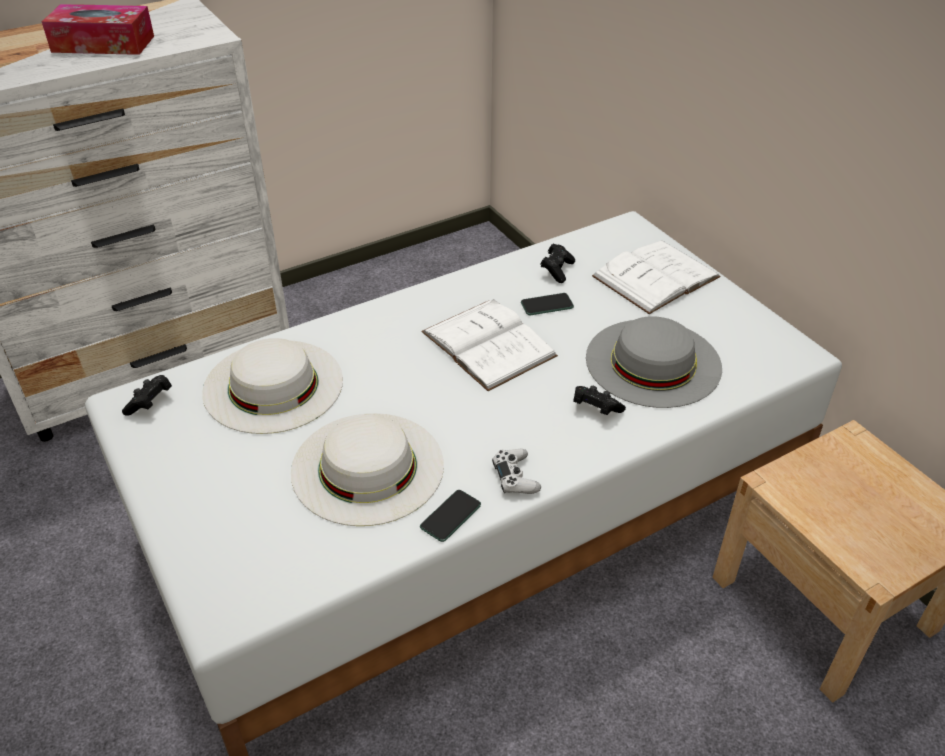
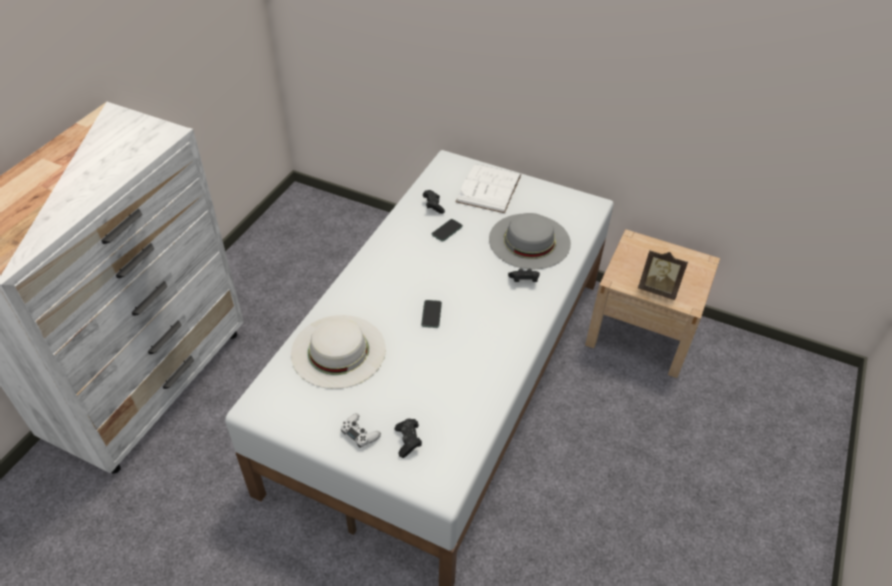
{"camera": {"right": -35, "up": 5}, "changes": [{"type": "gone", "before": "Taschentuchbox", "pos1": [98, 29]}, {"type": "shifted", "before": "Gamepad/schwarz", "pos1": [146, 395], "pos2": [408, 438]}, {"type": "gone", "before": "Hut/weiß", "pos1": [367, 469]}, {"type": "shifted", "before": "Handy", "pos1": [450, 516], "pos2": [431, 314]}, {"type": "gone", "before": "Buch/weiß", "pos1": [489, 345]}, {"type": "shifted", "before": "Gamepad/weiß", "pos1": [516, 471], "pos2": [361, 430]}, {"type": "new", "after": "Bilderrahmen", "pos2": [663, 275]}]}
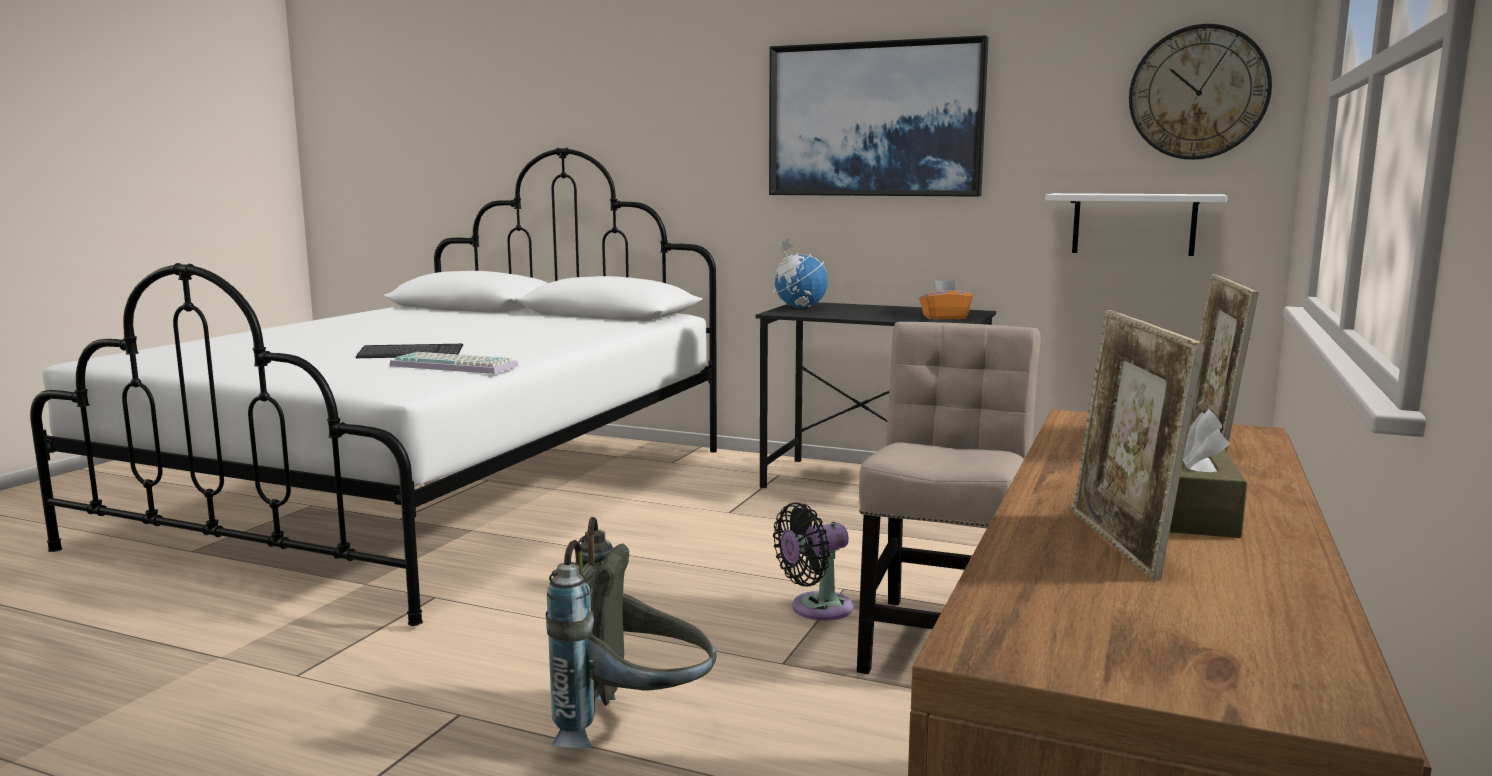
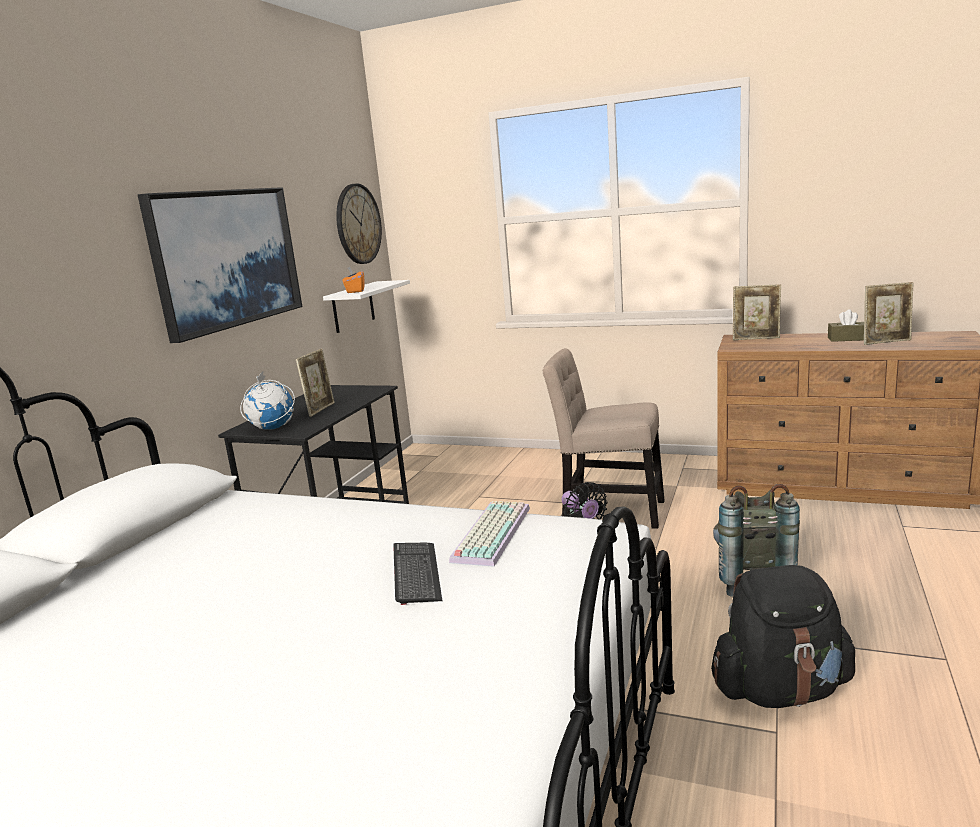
{"camera": {"right": -90, "up": 5}, "changes": [{"type": "shifted", "before": "Taschentuchbox/orange", "pos1": [946, 299], "pos2": [353, 279]}, {"type": "new", "after": "Bilderrahmen", "pos2": [315, 383]}, {"type": "new", "after": "Rucksack/schwarz", "pos2": [783, 636]}]}
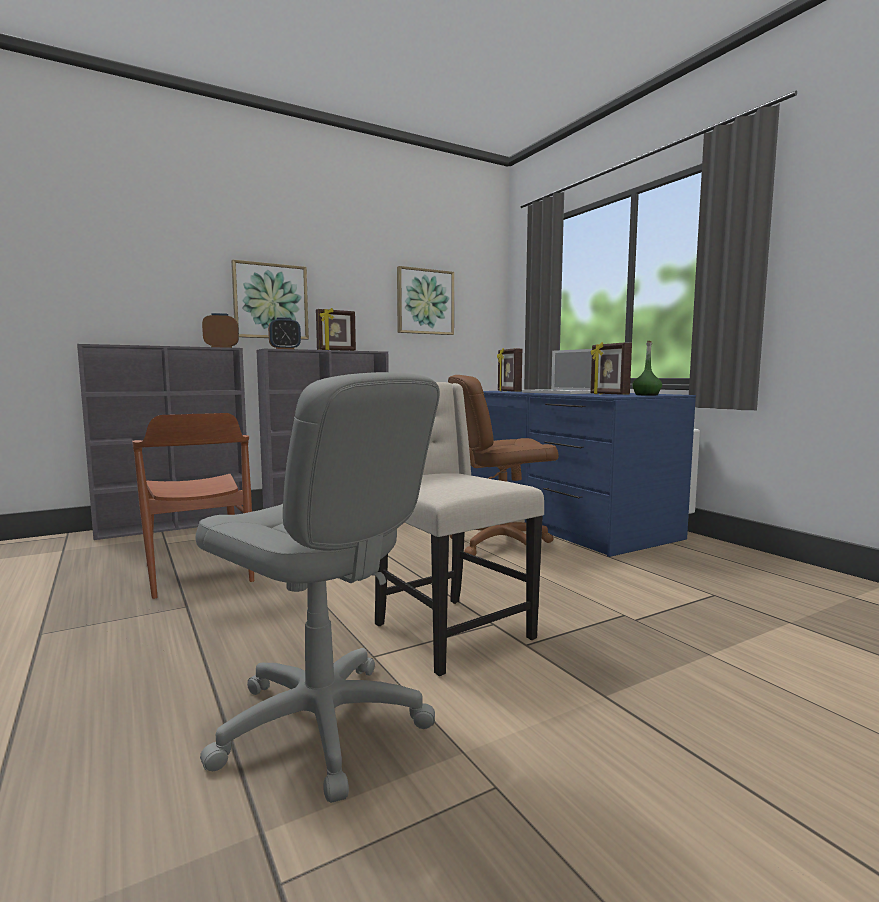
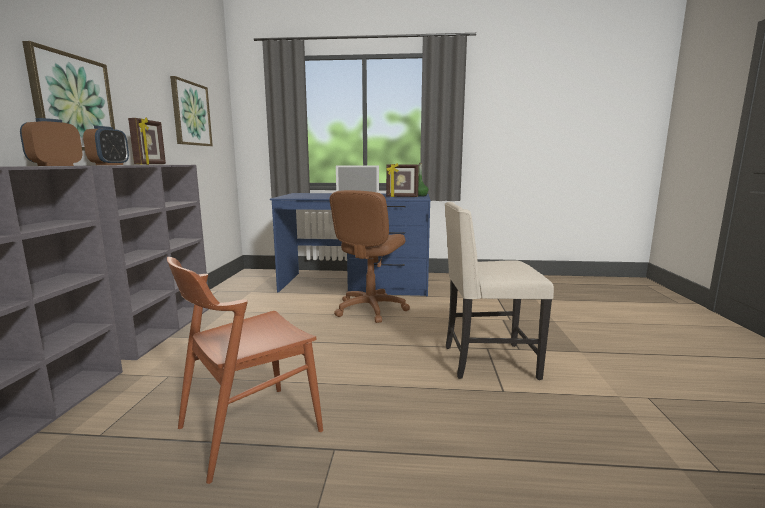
{"camera": {"right": -55, "up": 5}, "changes": [{"type": "rotated", "before": "Stuhl/braun", "pos1": [193, 506], "pos2": [245, 370], "turn": 135}, {"type": "gone", "before": "Bürostuhl/grau", "pos1": [318, 587]}, {"type": "gone", "before": "Bilderrahmen", "pos1": [509, 370]}]}
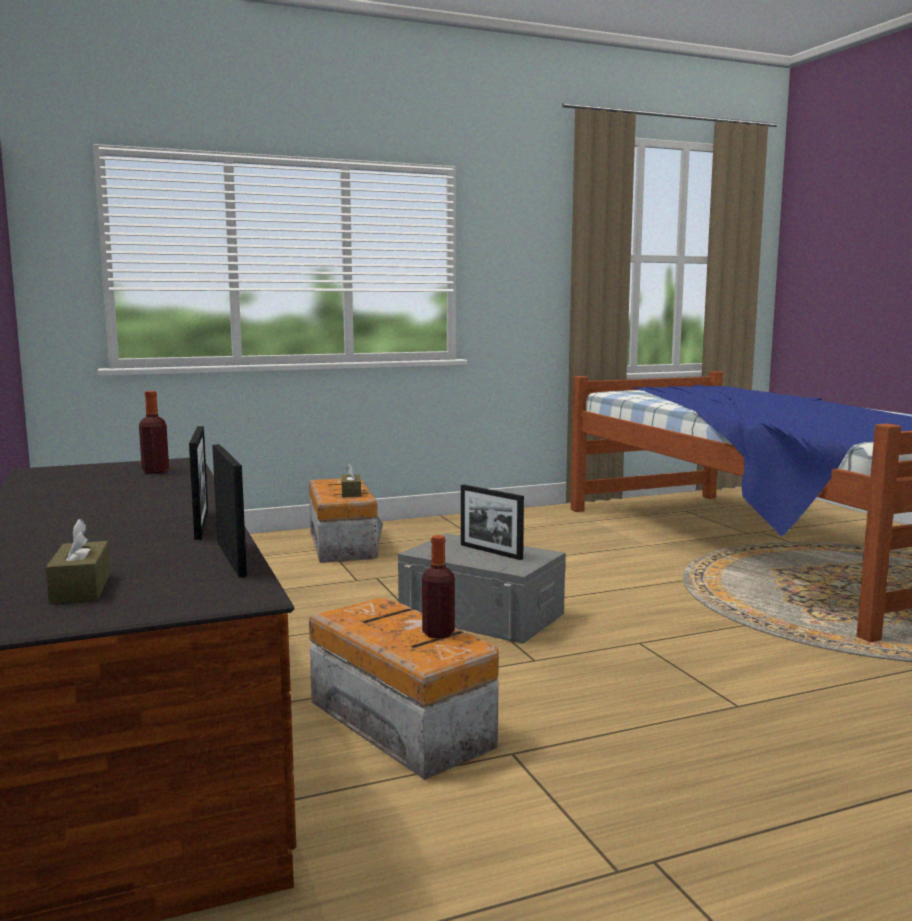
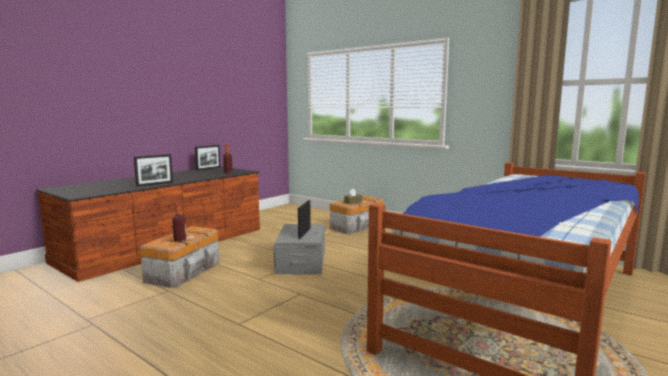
{"camera": {"right": 60, "up": 0}, "changes": [{"type": "gone", "before": "Taschentuchbox/braun", "pos1": [77, 561]}, {"type": "shifted", "before": "Bilderrahmen", "pos1": [229, 510], "pos2": [208, 158]}]}
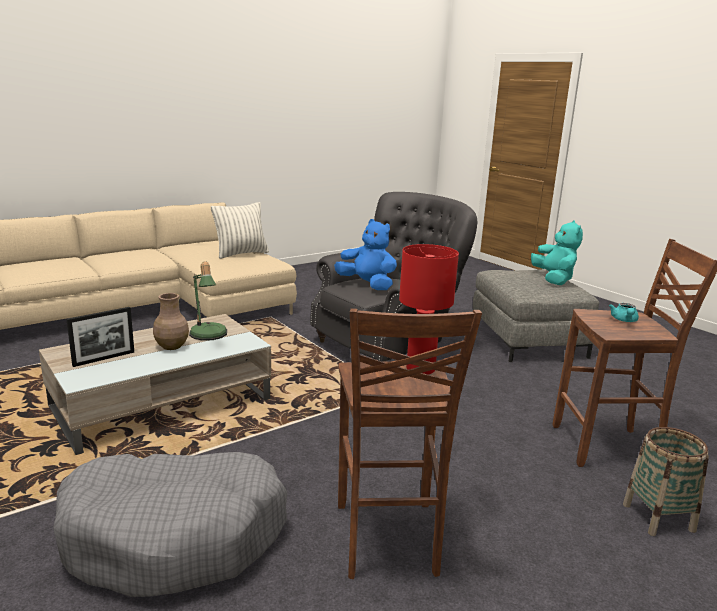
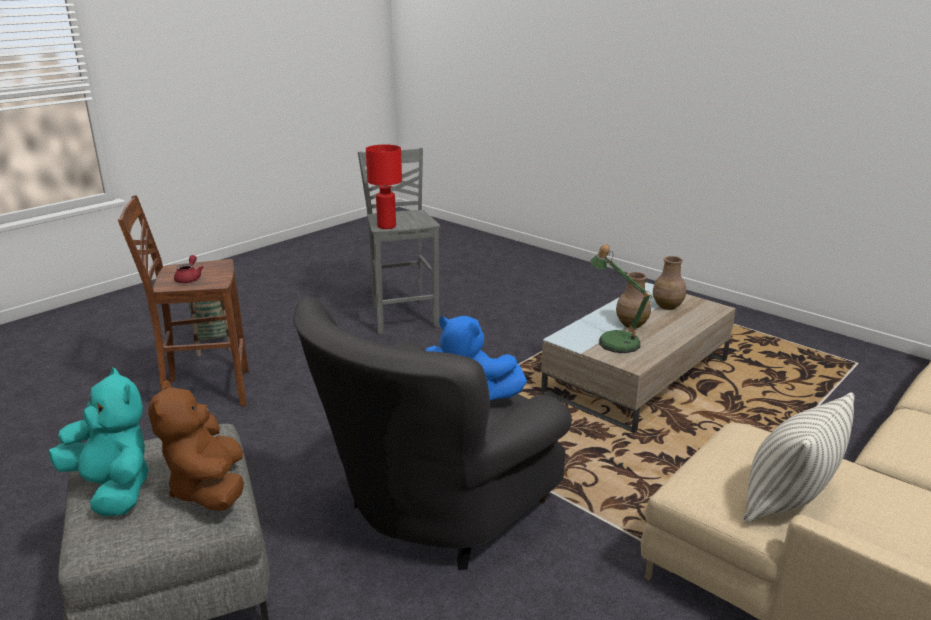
{"camera": {"right": 170, "up": 5}, "changes": [{"type": "gone", "before": "Hundebett/grau", "pos1": [170, 524]}, {"type": "swapped", "before": "Bilderrahmen", "after": "Vase/braun", "pos1": [100, 337], "pos2": [669, 283]}, {"type": "repainted", "before": "Hocker/braun", "after": "Hocker/grau", "pos1": [410, 443], "pos2": [399, 241]}, {"type": "rotated", "before": "Plüschtier/türkis", "pos1": [557, 252], "pos2": [99, 442], "turn": 150}, {"type": "repainted", "before": "Teekanne/türkis", "after": "Teekanne/rot", "pos1": [624, 312], "pos2": [188, 269]}, {"type": "new", "after": "Plüschtier/braun", "pos2": [196, 445]}]}
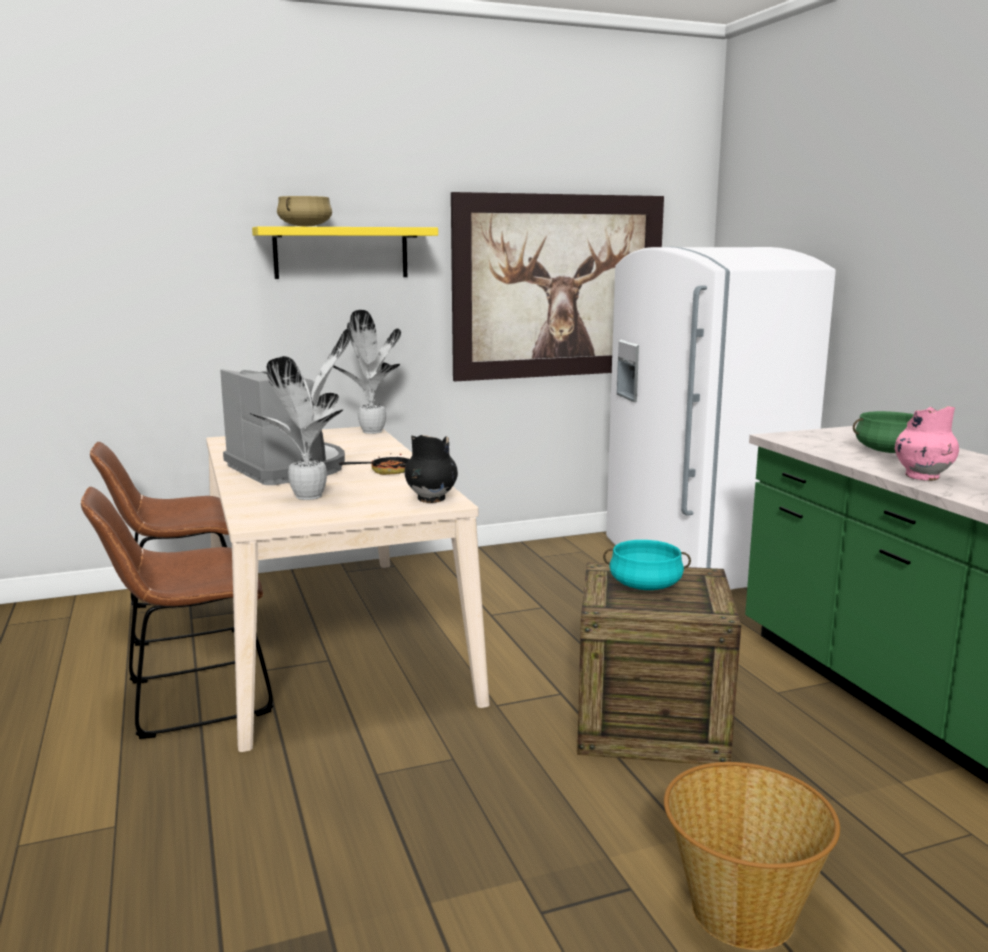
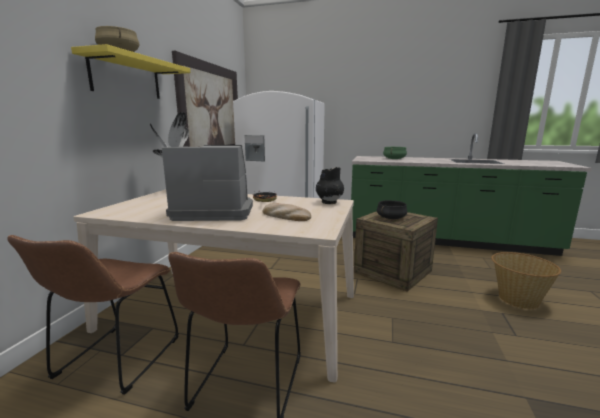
{"camera": {"right": -55, "up": 0}, "changes": [{"type": "swapped", "before": "Topfpflanze", "after": "Brot", "pos1": [300, 414], "pos2": [287, 212]}, {"type": "repainted", "before": "Kochtopf/türkis", "after": "Kochtopf/schwarz", "pos1": [647, 565], "pos2": [392, 209]}, {"type": "gone", "before": "Vase/rosa", "pos1": [927, 443]}]}
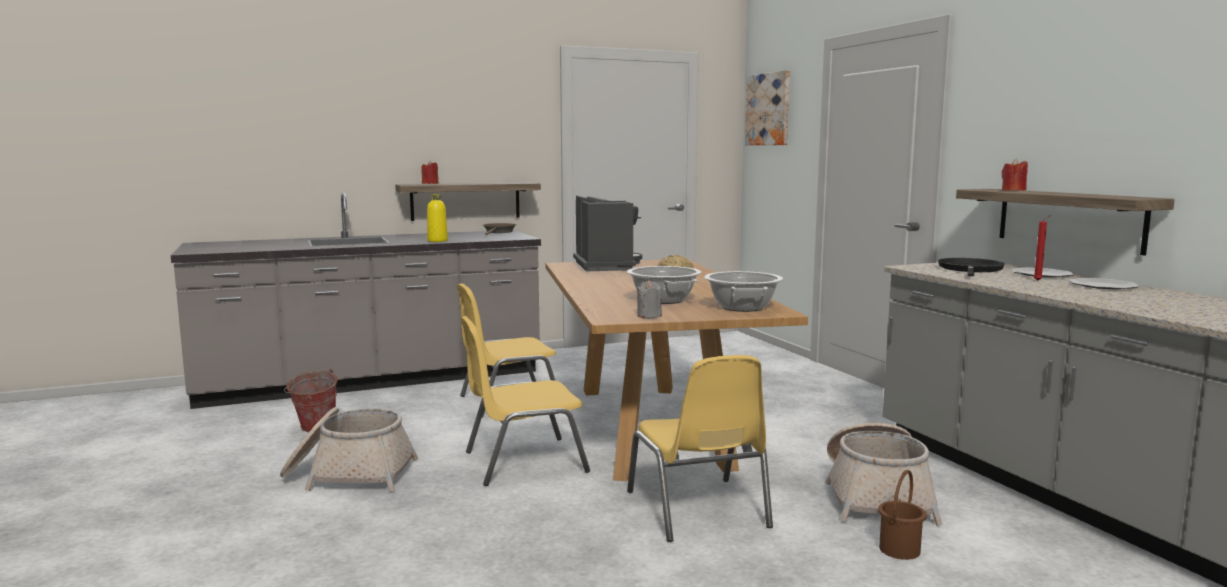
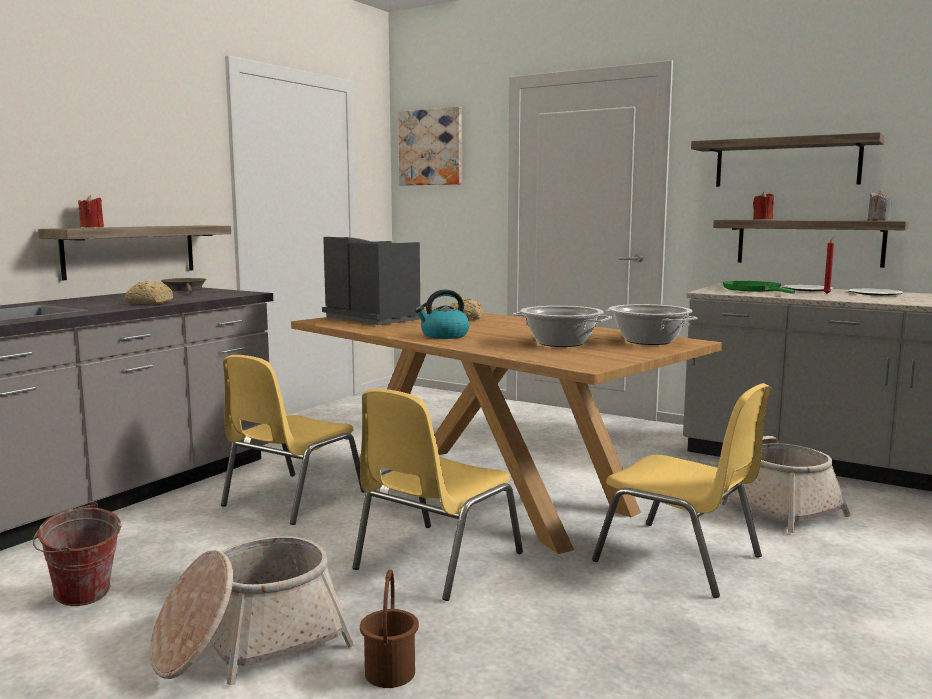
{"camera": {"right": -35, "up": 0}, "changes": [{"type": "swapped", "before": "Flasche/gelb", "after": "Brot", "pos1": [437, 218], "pos2": [149, 292]}, {"type": "shifted", "before": "Kerze/grau", "pos1": [649, 299], "pos2": [880, 205]}, {"type": "shifted", "before": "Eimer/braun", "pos1": [902, 515], "pos2": [389, 629]}, {"type": "repainted", "before": "Pfanne/schwarz", "after": "Pfanne/grün", "pos1": [971, 267], "pos2": [759, 287]}, {"type": "new", "after": "Wasserkessel", "pos2": [442, 314]}, {"type": "new", "after": "Wandregal", "pos2": [788, 159]}]}
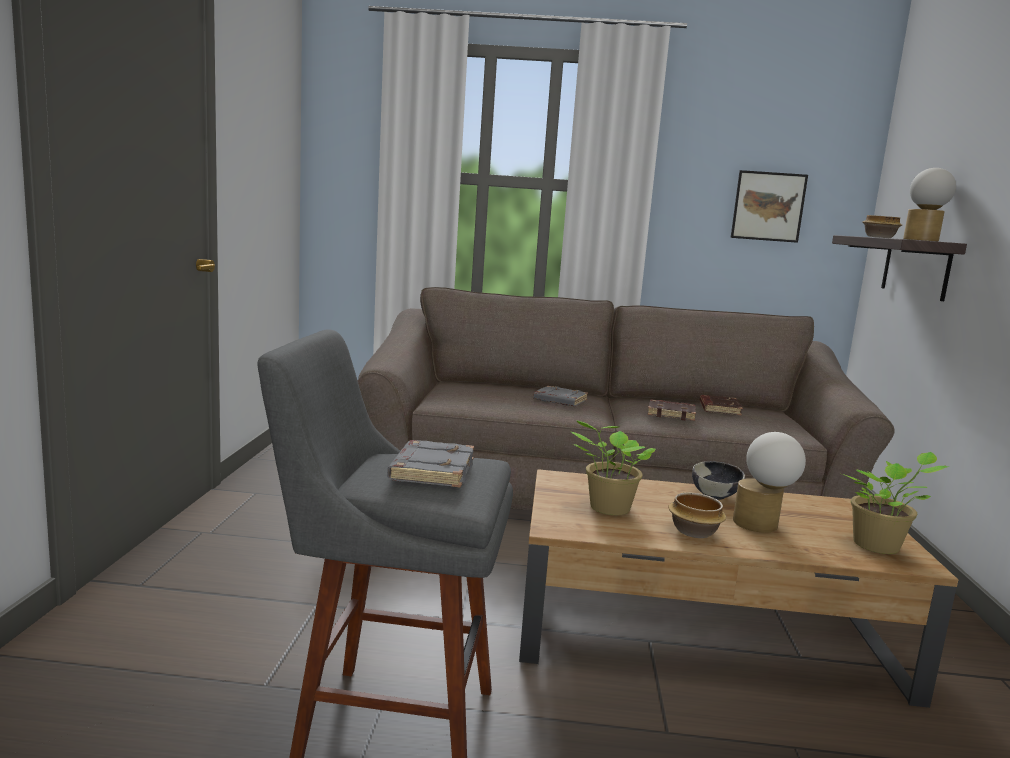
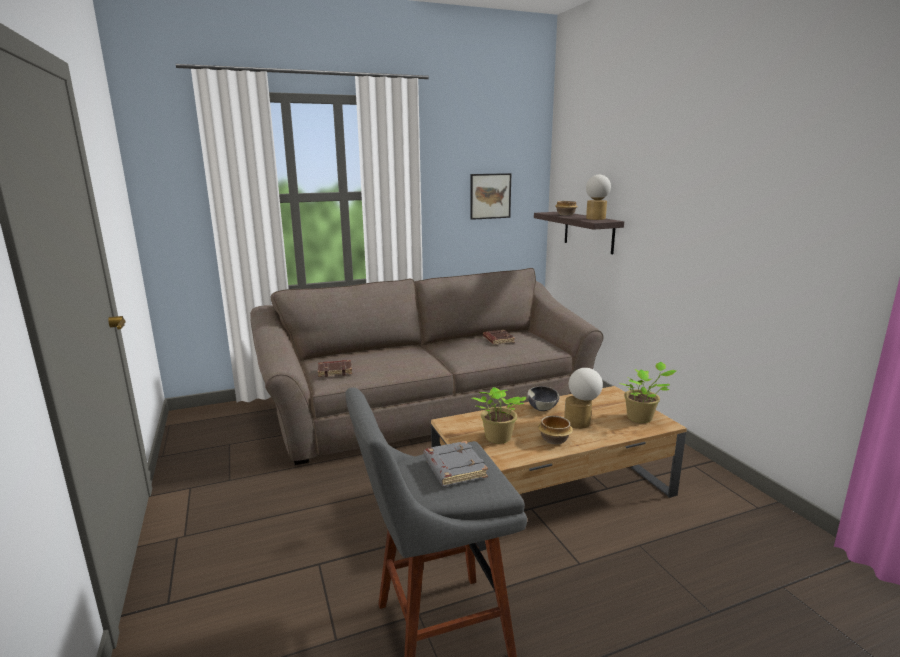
{"camera": {"right": -25, "up": 5}, "changes": [{"type": "gone", "before": "Buch/grau", "pos1": [560, 396]}, {"type": "shifted", "before": "Buch/braun", "pos1": [672, 410], "pos2": [335, 368]}]}
